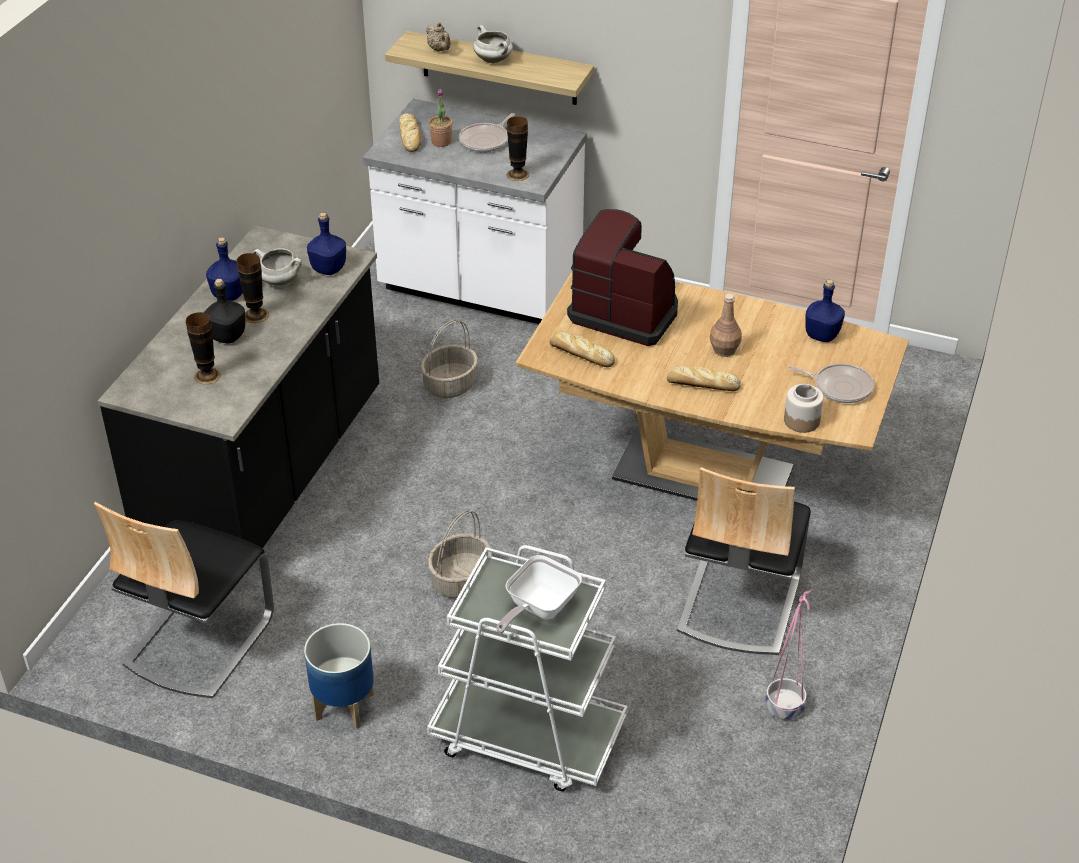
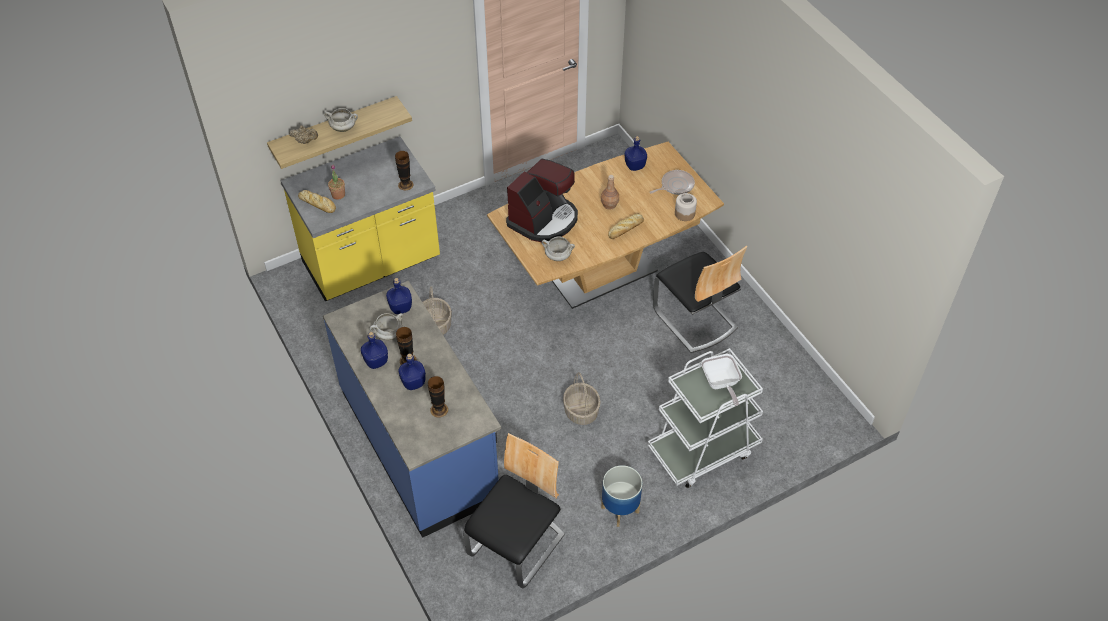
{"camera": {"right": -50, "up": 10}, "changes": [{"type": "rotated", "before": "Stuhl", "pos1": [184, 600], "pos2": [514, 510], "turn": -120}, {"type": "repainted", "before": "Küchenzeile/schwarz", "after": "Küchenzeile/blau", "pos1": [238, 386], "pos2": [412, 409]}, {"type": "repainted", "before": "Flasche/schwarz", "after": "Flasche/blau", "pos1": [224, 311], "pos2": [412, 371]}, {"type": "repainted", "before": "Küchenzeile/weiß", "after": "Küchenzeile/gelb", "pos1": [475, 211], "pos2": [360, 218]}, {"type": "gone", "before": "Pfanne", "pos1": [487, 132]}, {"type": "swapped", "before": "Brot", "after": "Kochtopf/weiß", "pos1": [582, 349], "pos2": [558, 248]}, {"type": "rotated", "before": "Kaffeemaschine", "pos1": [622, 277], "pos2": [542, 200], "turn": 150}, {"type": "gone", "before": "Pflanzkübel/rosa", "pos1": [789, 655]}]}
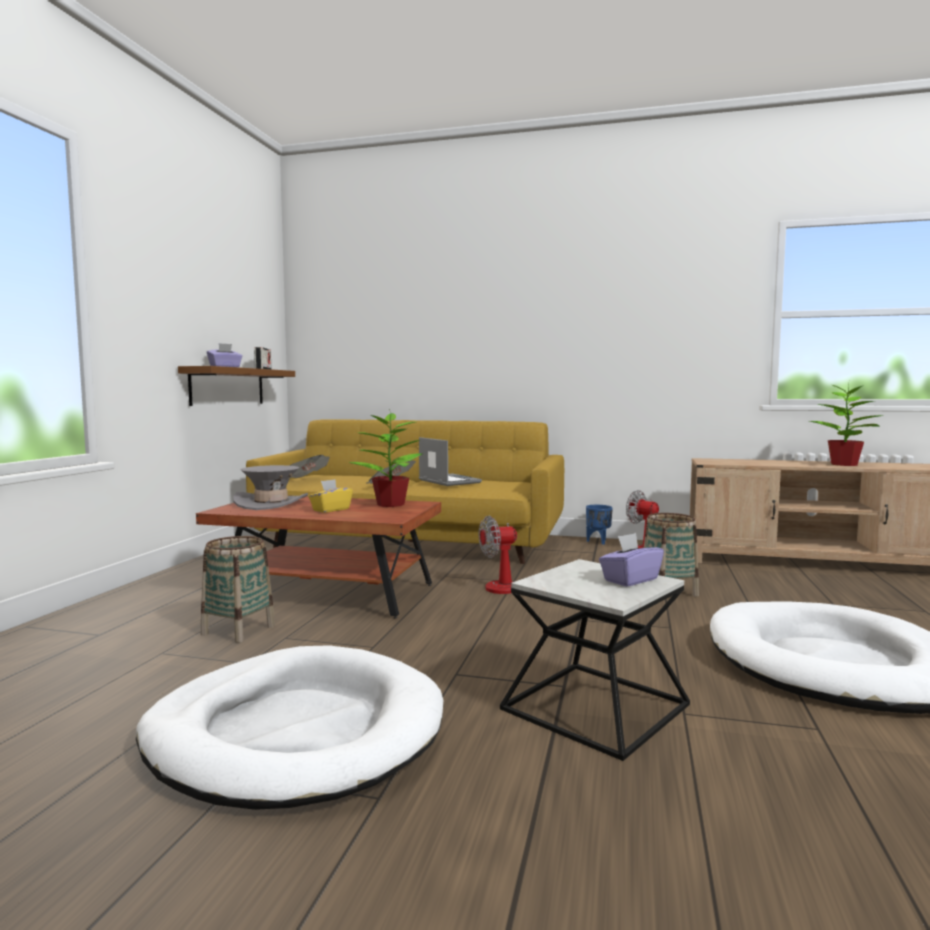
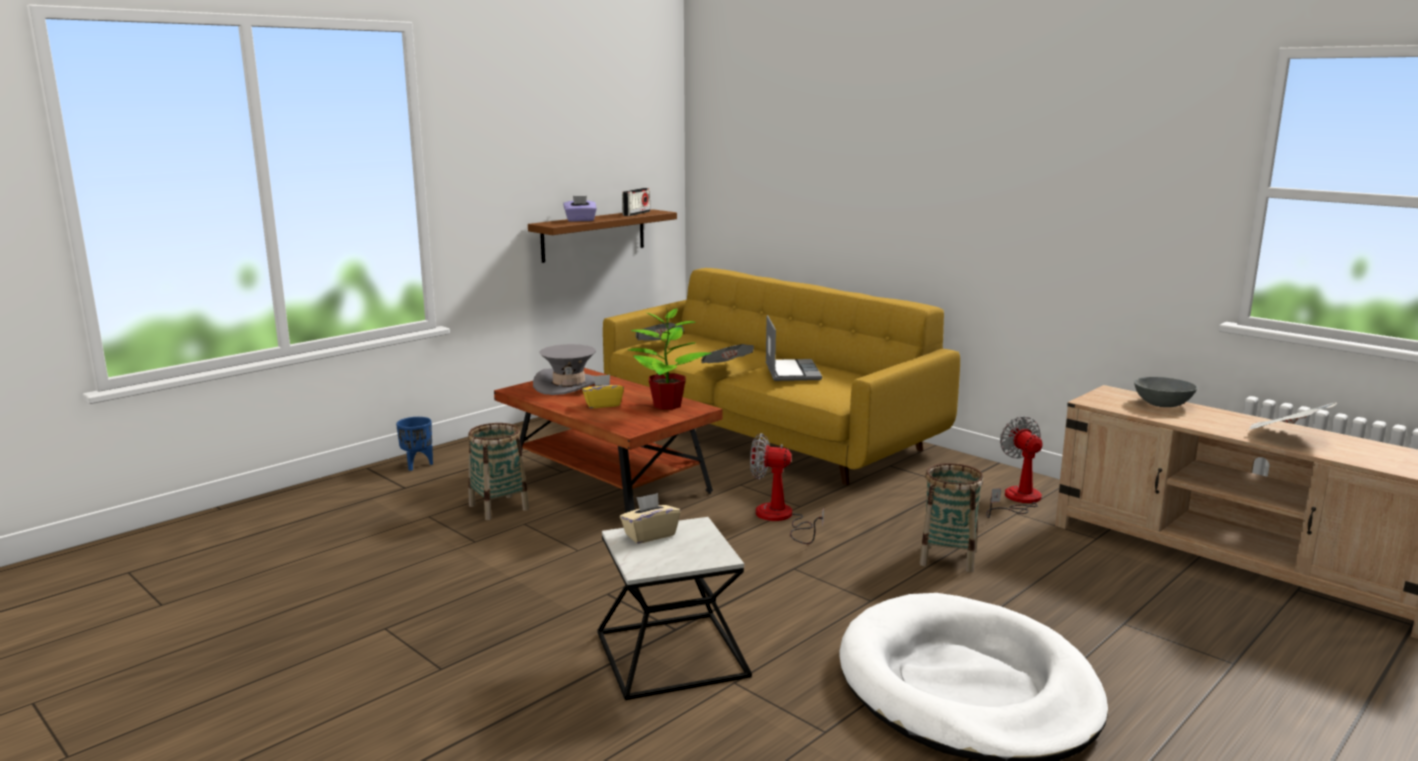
{"camera": {"right": 30, "up": 10}, "changes": [{"type": "gone", "before": "Hundebett/weiß", "pos1": [289, 727]}, {"type": "shifted", "before": "Pflanzkübel/blau", "pos1": [599, 525], "pos2": [414, 444]}, {"type": "gone", "before": "Taschentuchbox/lila", "pos1": [631, 560]}, {"type": "swapped", "before": "Topfpflanze", "after": "Zeitung", "pos1": [846, 424], "pos2": [1292, 416]}, {"type": "new", "after": "Taschentuchbox/beige", "pos2": [650, 518]}, {"type": "new", "after": "Schüssel/grau", "pos2": [1166, 392]}]}
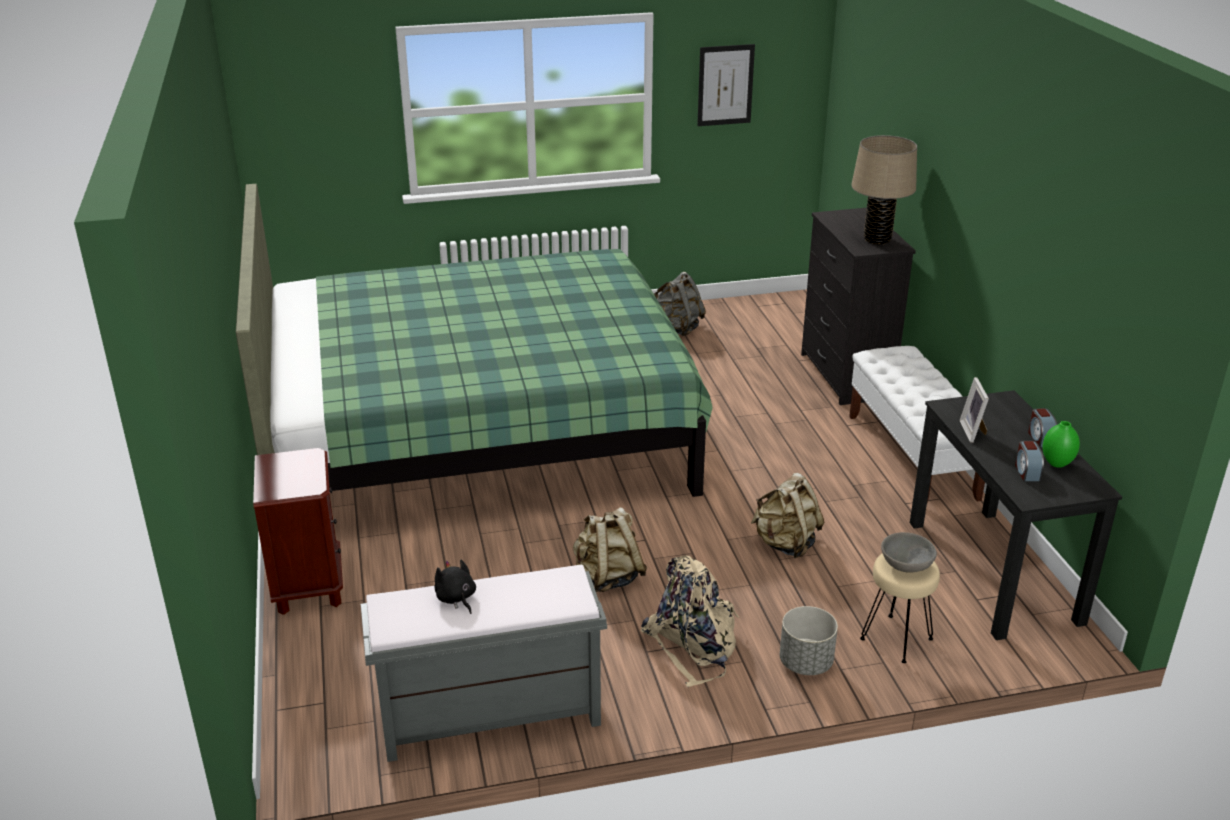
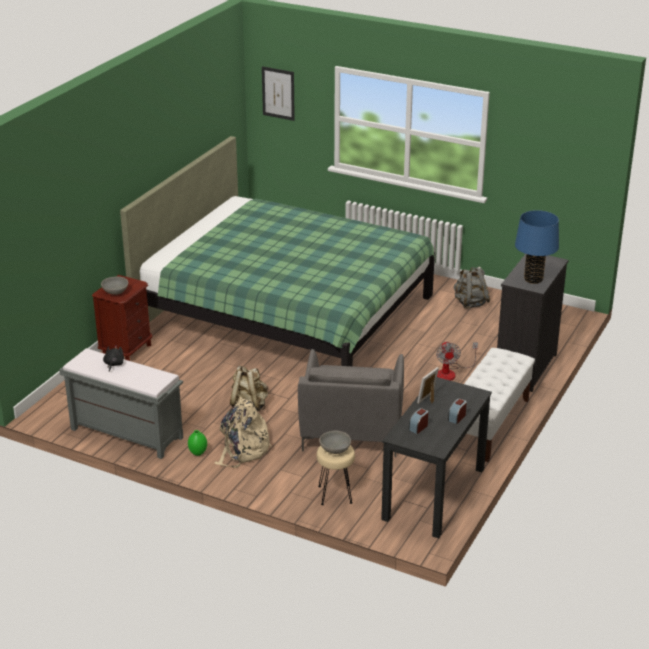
{"camera": {"right": 40, "up": 0}, "changes": [{"type": "shifted", "before": "Bild", "pos1": [726, 85], "pos2": [278, 93]}, {"type": "swapped", "before": "Rucksack/beige", "after": "Sessel/grau", "pos1": [787, 515], "pos2": [351, 403]}, {"type": "gone", "before": "Pflanzkübel/grau", "pos1": [809, 640]}, {"type": "repainted", "before": "Tischlampe/beige", "after": "Tischlampe/blau", "pos1": [884, 189], "pos2": [537, 247]}, {"type": "shifted", "before": "Vase/grün", "pos1": [1061, 444], "pos2": [197, 443]}, {"type": "new", "after": "Schüssel/grau", "pos2": [114, 285]}, {"type": "new", "after": "Ventilator", "pos2": [457, 361]}]}
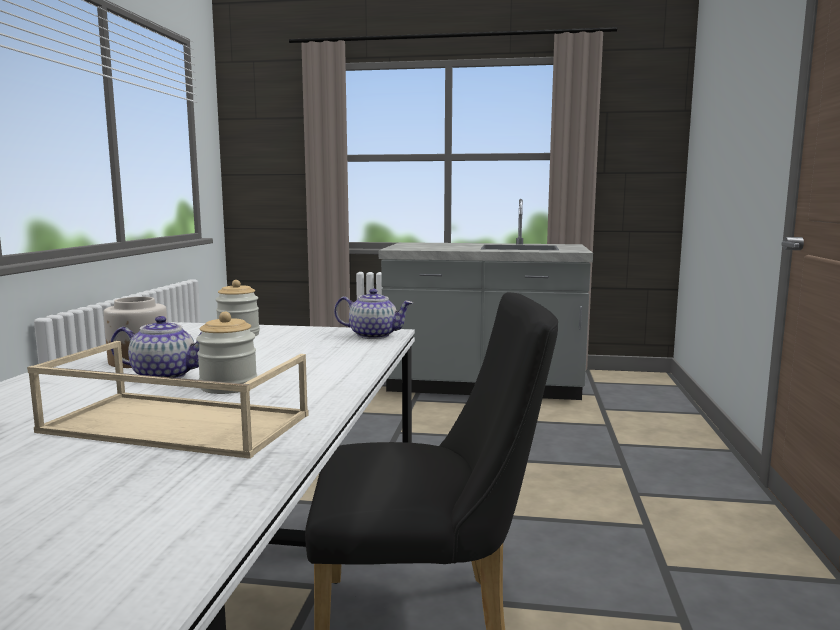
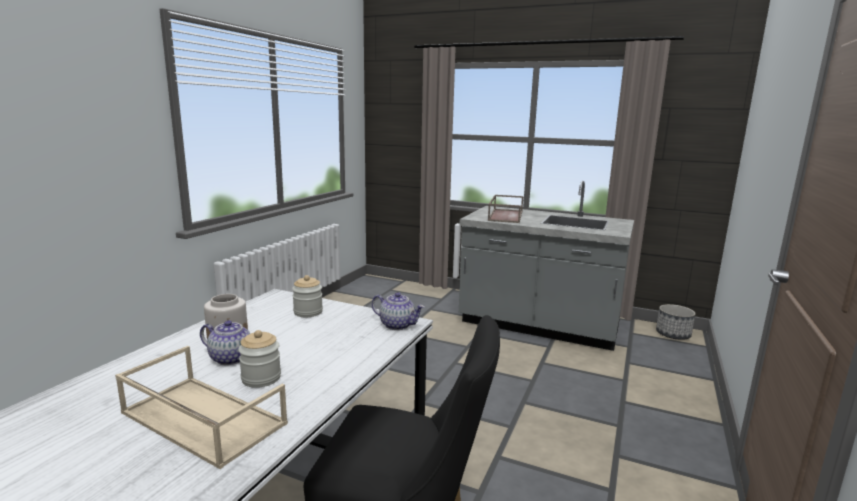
{"camera": {"right": 15, "up": 5}, "changes": [{"type": "new", "after": "Tablett/braun", "pos2": [505, 209]}, {"type": "new", "after": "Pflanzkübel", "pos2": [675, 322]}]}
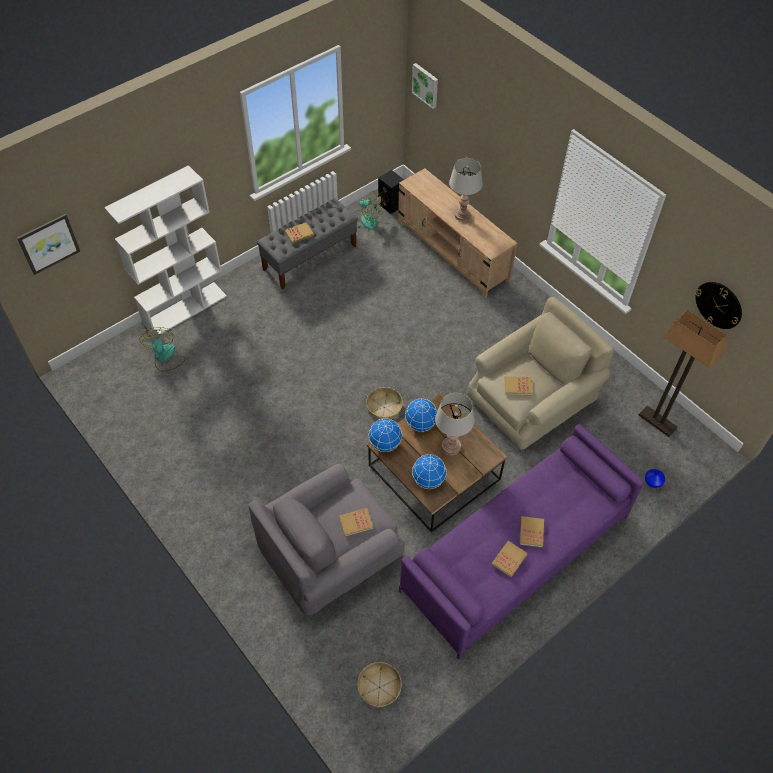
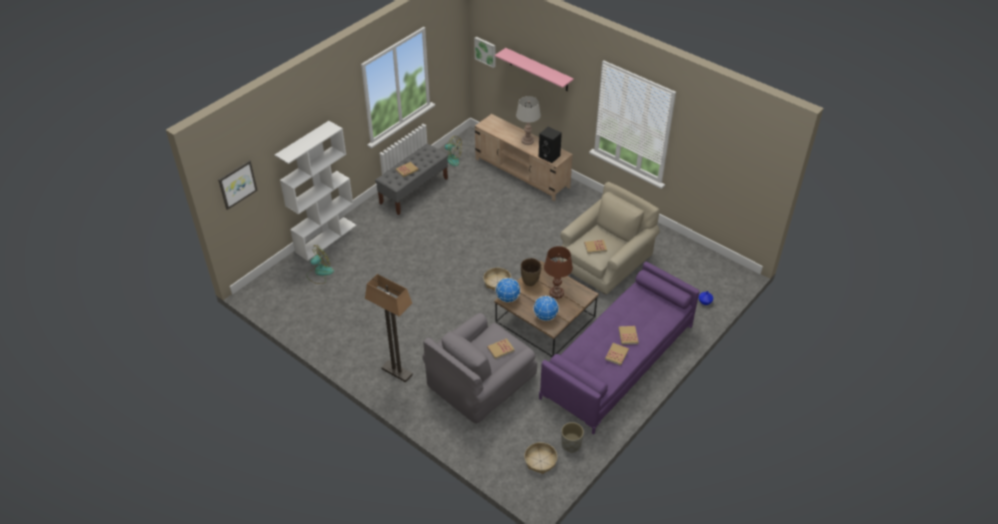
{"camera": {"right": -10, "up": -10}, "changes": [{"type": "rotated", "before": "Ventilator", "pos1": [162, 349], "pos2": [320, 264], "turn": 75}, {"type": "shifted", "before": "Lautsprecher/schwarz", "pos1": [391, 192], "pos2": [550, 145]}, {"type": "swapped", "before": "Globus", "after": "Vase/braun", "pos1": [421, 415], "pos2": [531, 272]}, {"type": "repainted", "before": "Tischlampe/grau", "after": "Tischlampe/braun", "pos1": [455, 424], "pos2": [558, 272]}, {"type": "shifted", "before": "Stehlampe", "pos1": [683, 373], "pos2": [389, 328]}, {"type": "gone", "before": "Wanduhr", "pos1": [718, 305]}, {"type": "new", "after": "Wandregal/rosa", "pos2": [534, 69]}, {"type": "new", "after": "Pflanzkübel/grau", "pos2": [572, 437]}]}
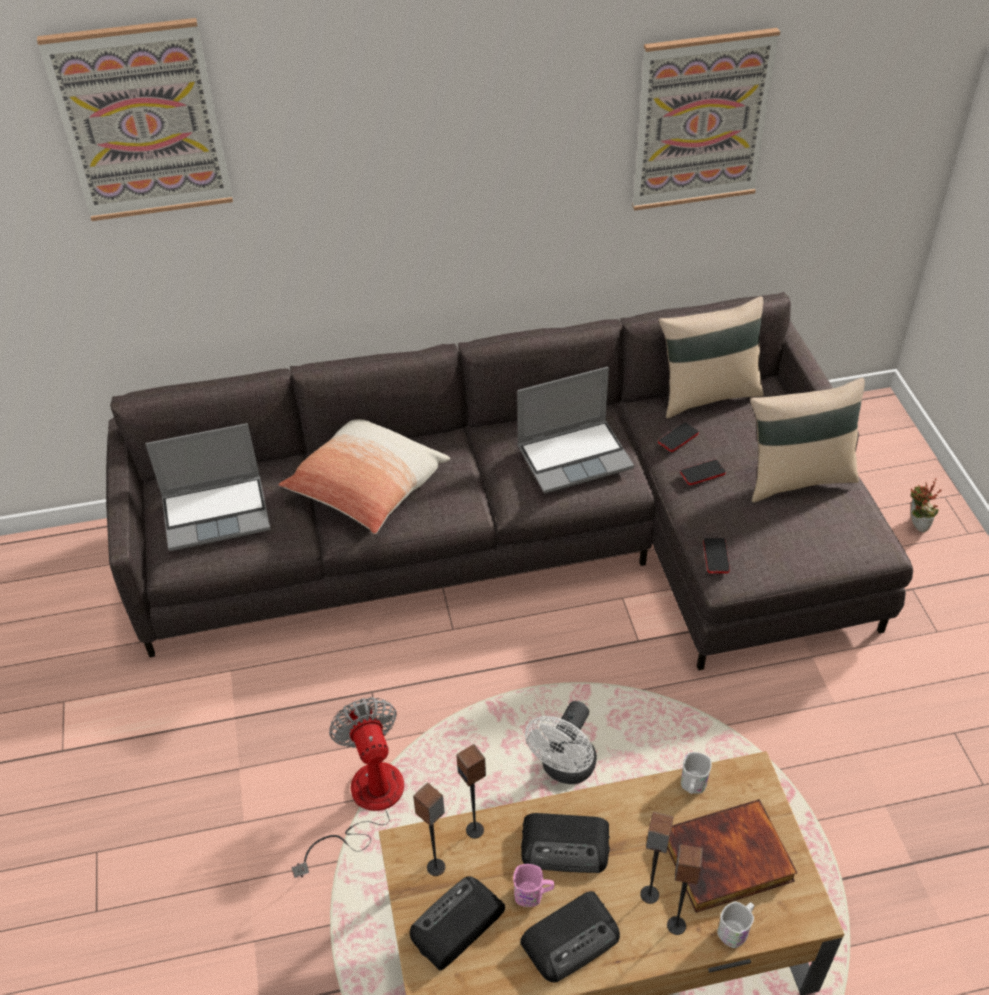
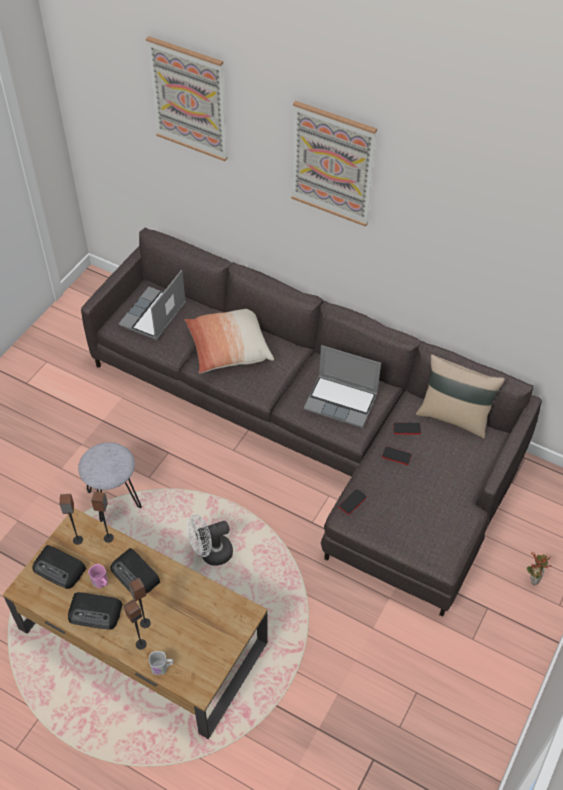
{"camera": {"right": 40, "up": 5}, "changes": [{"type": "rotated", "before": "Laptop", "pos1": [207, 487], "pos2": [152, 305], "turn": 90}, {"type": "swapped", "before": "Ventilator", "after": "Hocker/grau", "pos1": [347, 787], "pos2": [110, 482]}, {"type": "rotated", "before": "Radio", "pos1": [457, 923], "pos2": [59, 567], "turn": -150}, {"type": "shifted", "before": "Bild", "pos1": [706, 119], "pos2": [334, 164]}, {"type": "gone", "before": "Buch", "pos1": [732, 856]}, {"type": "gone", "before": "Henkelbecher/weiß", "pos1": [696, 773]}, {"type": "gone", "before": "Kissen/beige", "pos1": [807, 440]}]}
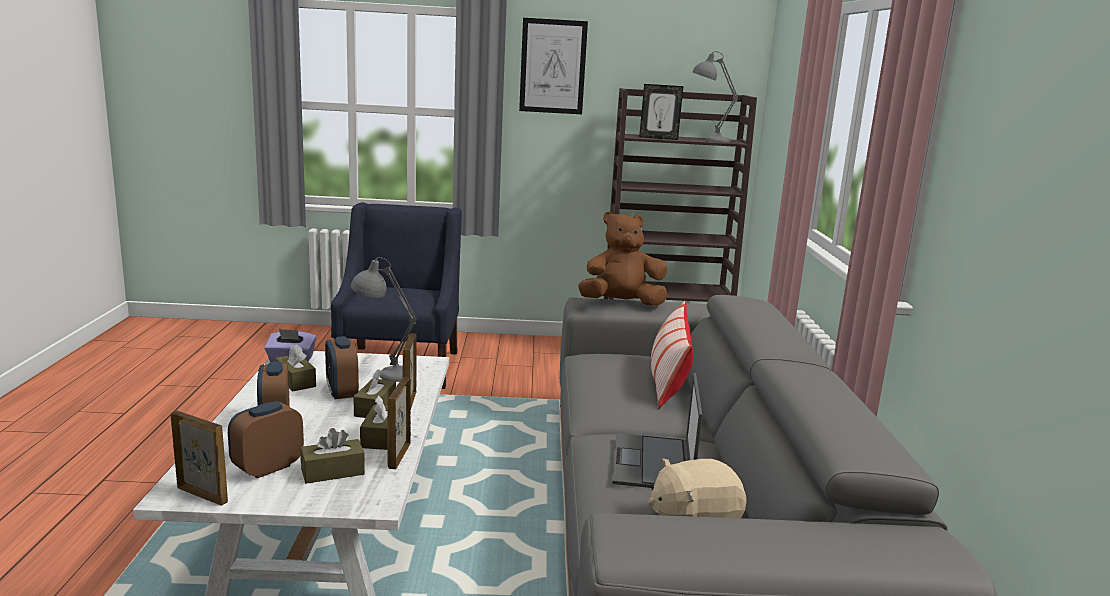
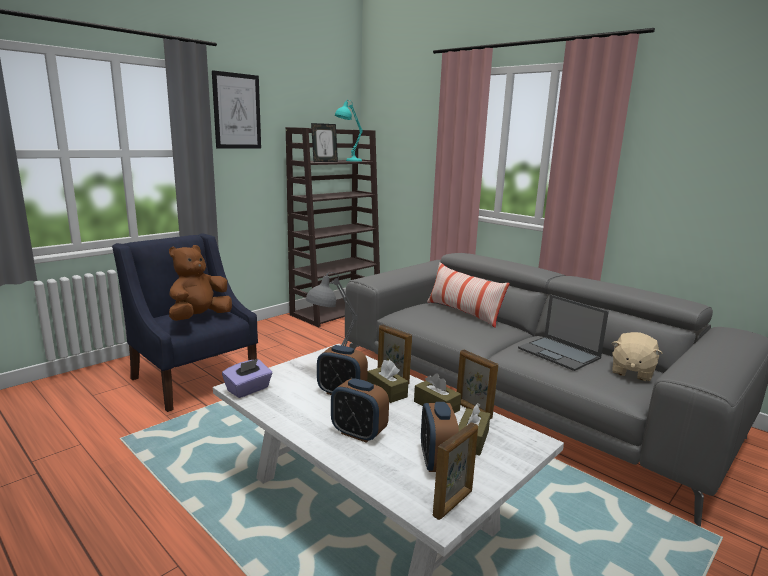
{"camera": {"right": -45, "up": 0}, "changes": [{"type": "rotated", "before": "Bilderrahmen", "pos1": [199, 458], "pos2": [455, 471], "turn": 150}, {"type": "gone", "before": "Taschentuchbox/braun", "pos1": [296, 368]}, {"type": "shifted", "before": "Plüschtier/braun", "pos1": [622, 258], "pos2": [200, 283]}, {"type": "repainted", "before": "Tischlampe/grau", "after": "Tischlampe/türkis", "pos1": [715, 97], "pos2": [349, 131]}]}
